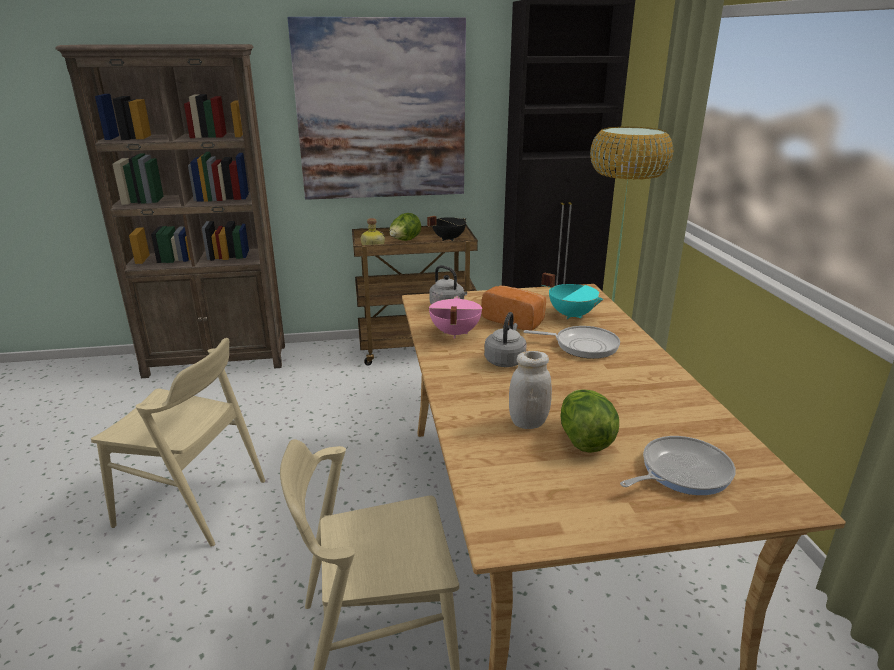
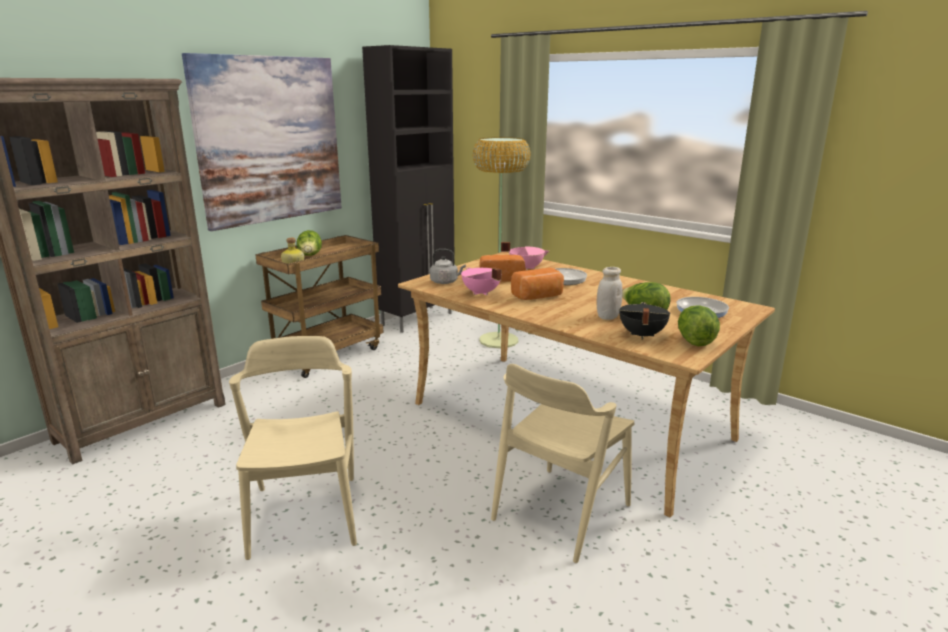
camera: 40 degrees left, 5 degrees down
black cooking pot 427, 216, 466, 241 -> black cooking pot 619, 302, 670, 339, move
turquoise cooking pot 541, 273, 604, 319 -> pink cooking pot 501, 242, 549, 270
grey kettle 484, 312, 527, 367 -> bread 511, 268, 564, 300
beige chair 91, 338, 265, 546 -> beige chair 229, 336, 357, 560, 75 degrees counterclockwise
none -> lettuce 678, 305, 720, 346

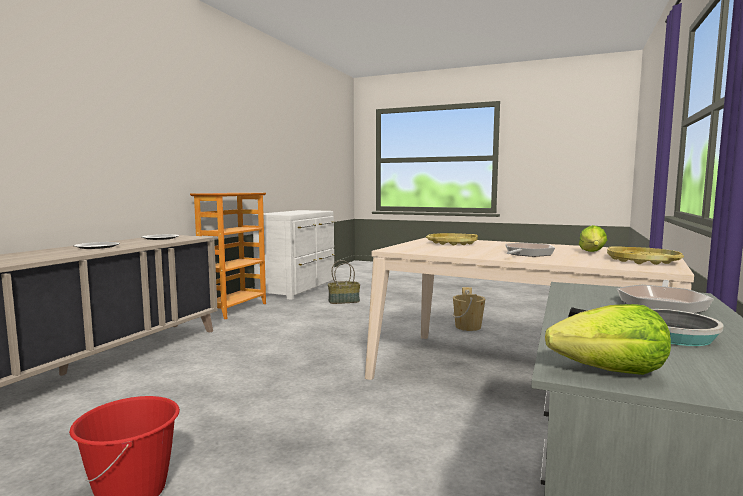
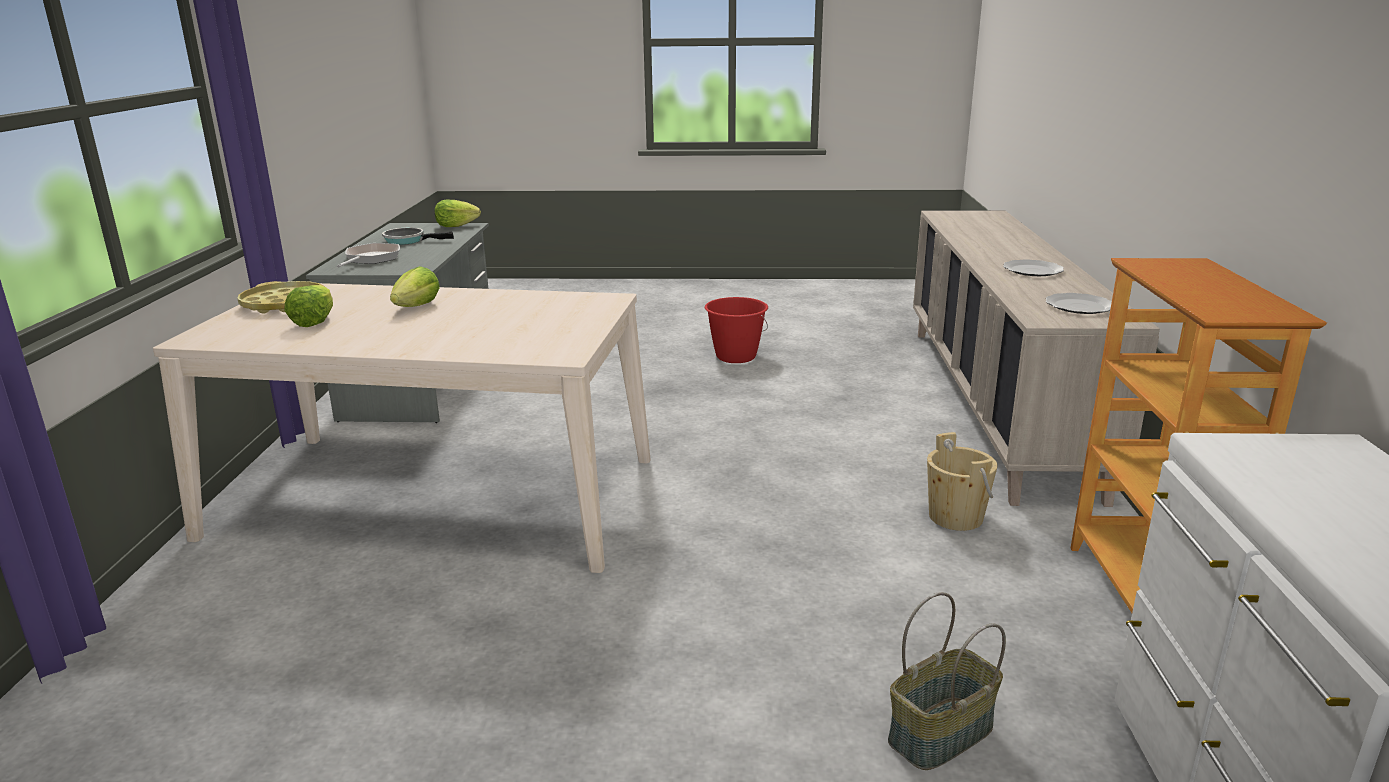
camera: 160 degrees right, 15 degrees up
yellow tray 426, 233, 478, 245 -> none
frying pan 505, 243, 555, 257 -> lettuce 390, 266, 440, 307
beige bucket 453, 287, 485, 331 -> beige bucket 927, 432, 998, 531, move

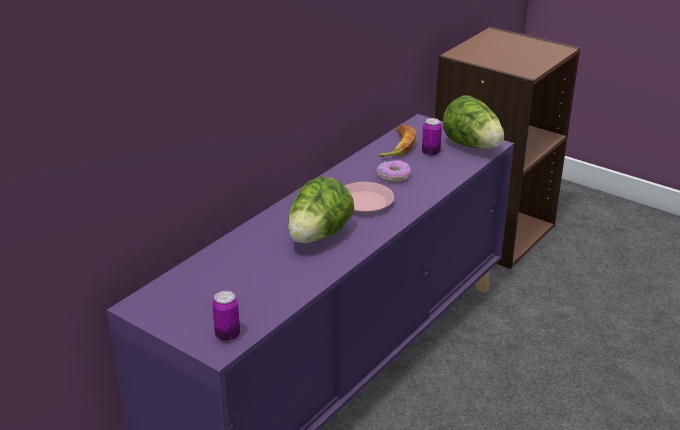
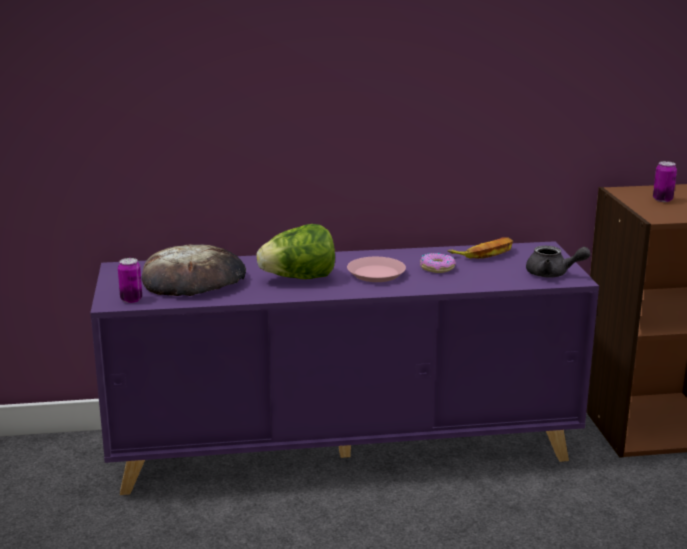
camera: 45 degrees right, 10 degrees down
lettuce 443, 95, 504, 148 -> grey teapot 526, 246, 591, 277
can 422, 118, 442, 156 -> can 653, 161, 677, 202, move
none -> bread 142, 244, 246, 296

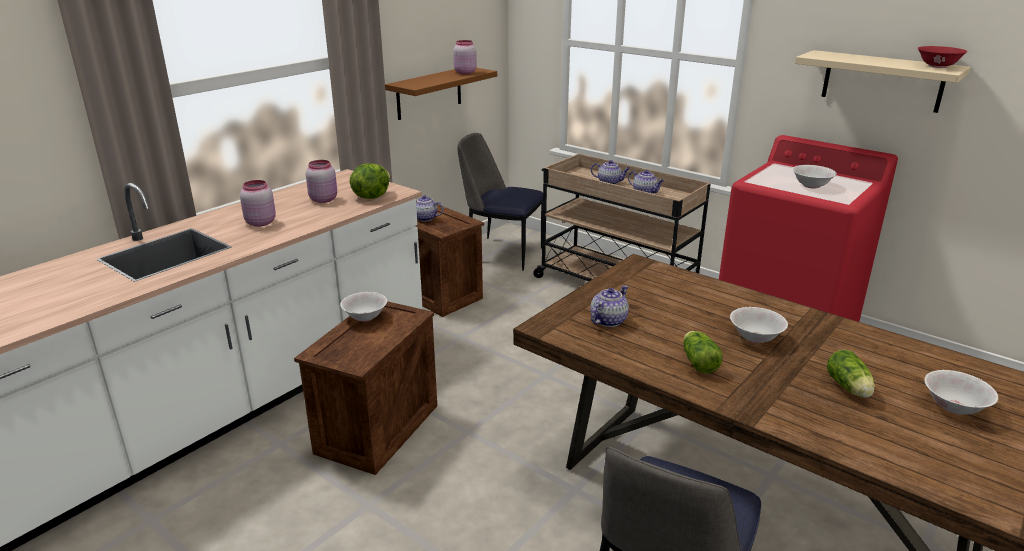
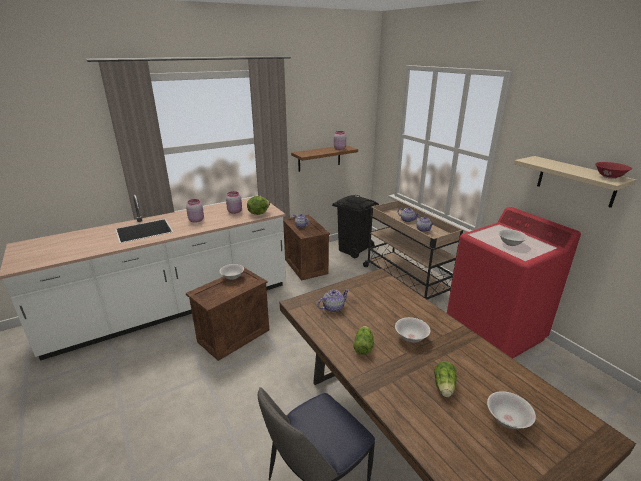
camera: 20 degrees right, 0 degrees up
chair 457, 133, 543, 271 -> black trash can 332, 195, 379, 258

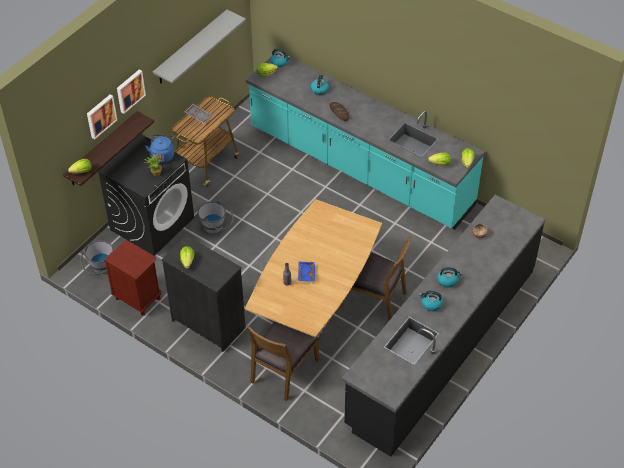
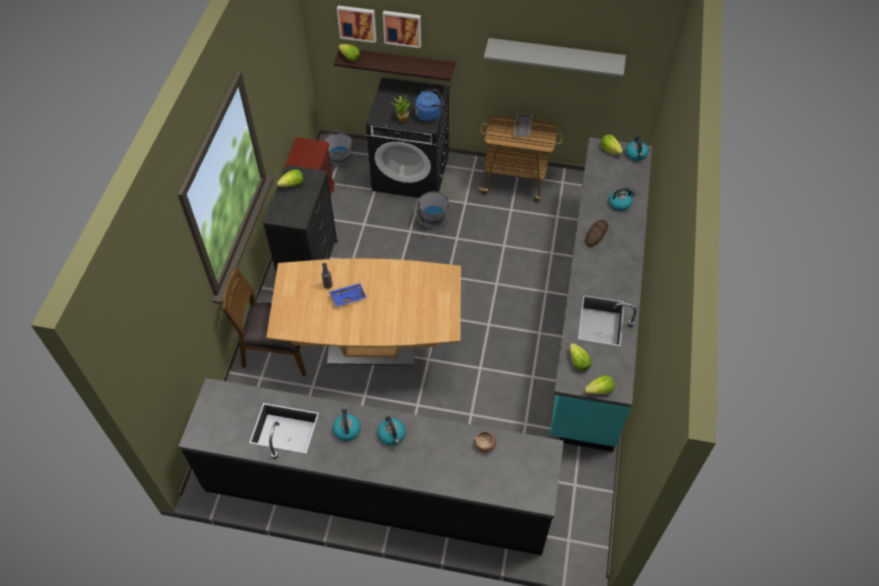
camera: 65 degrees right, 5 degrees up
picture 117, 70, 146, 114 -> picture 337, 5, 377, 43, move
brown chair 340, 236, 411, 320 -> none

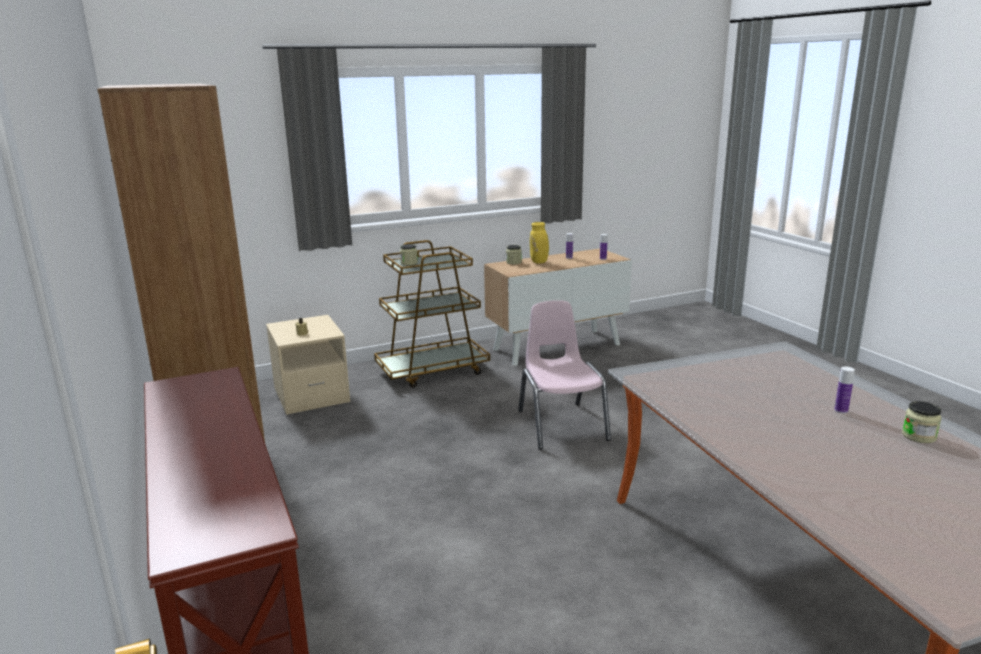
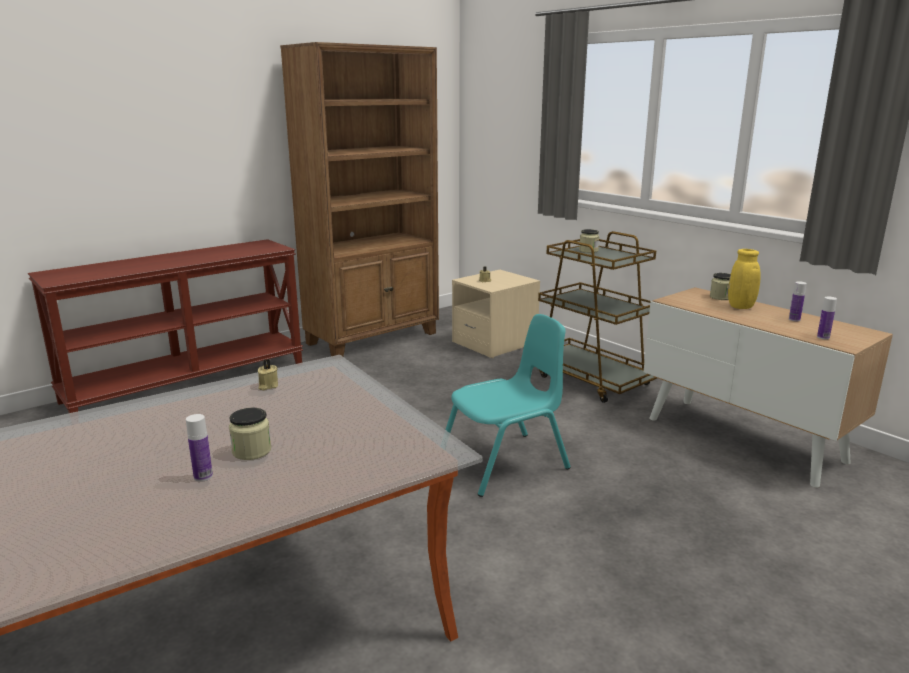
camera: 75 degrees right, 0 degrees up
pink chair 518, 300, 611, 450 -> turquoise chair 445, 314, 571, 497
jar 902, 401, 942, 443 -> jar 229, 408, 271, 460, move
none -> beige candle 258, 359, 278, 390

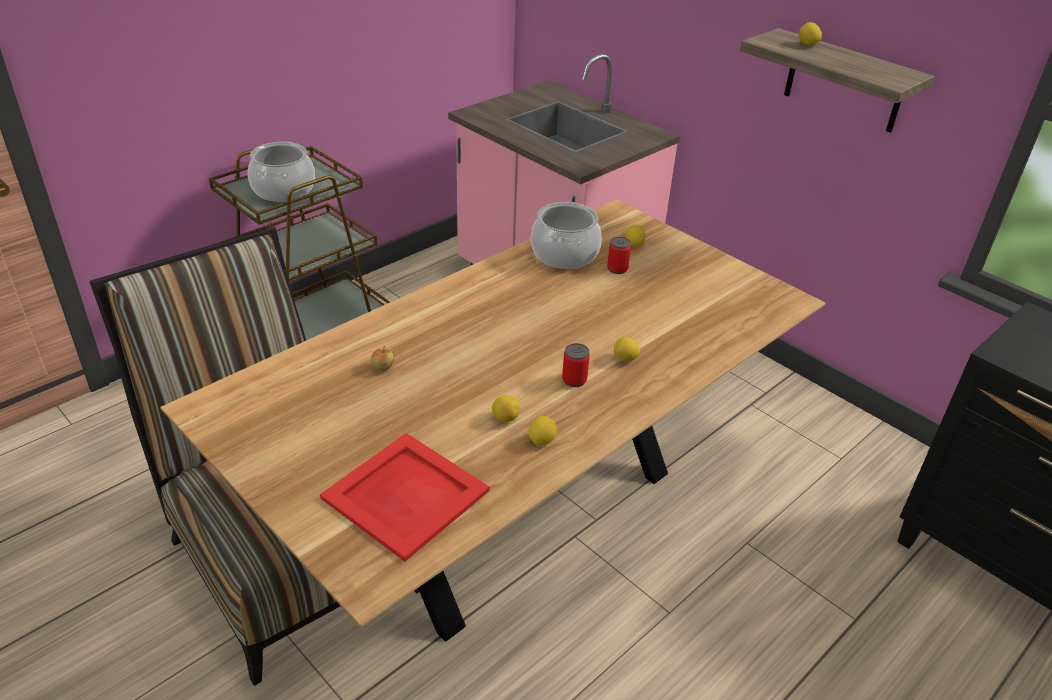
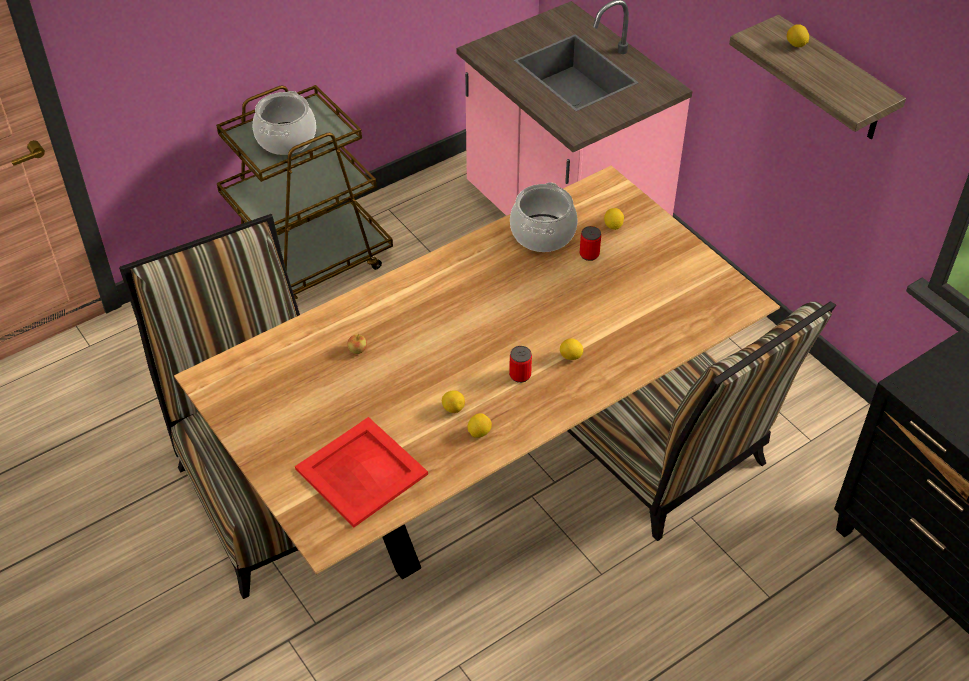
camera: 10 degrees right, 10 degrees up
none -> chair 568, 302, 836, 541

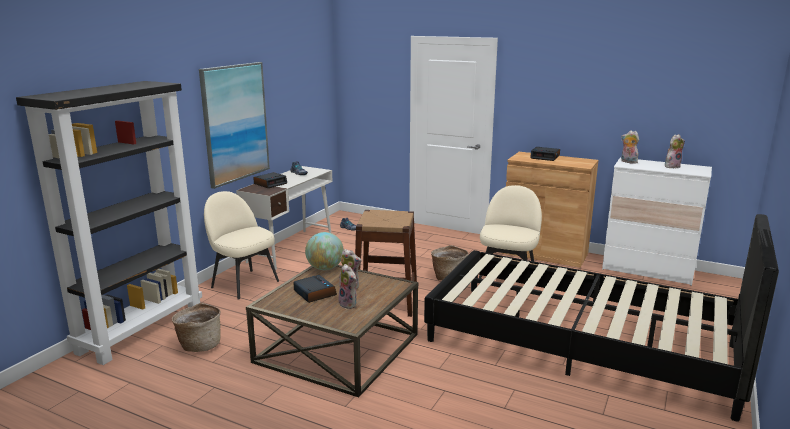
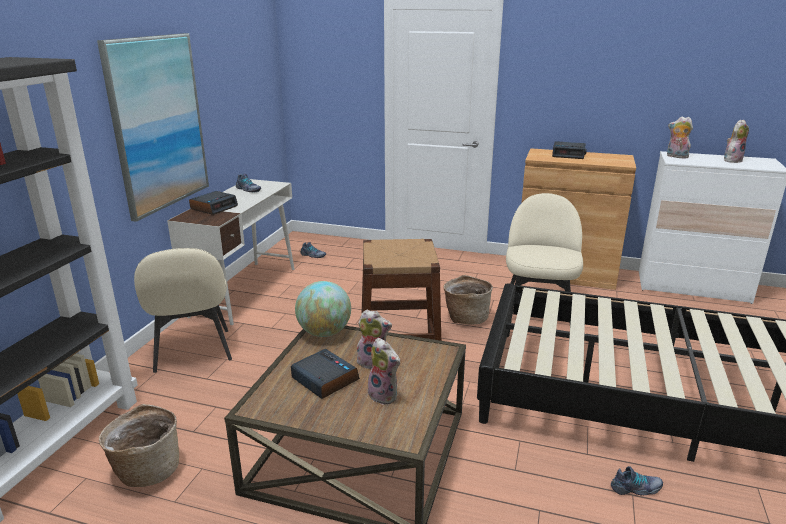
camera: 10 degrees left, 5 degrees up
beige chair 204, 191, 279, 300 -> beige chair 134, 248, 232, 373, 135 degrees counterclockwise
none -> shoe 611, 466, 663, 495

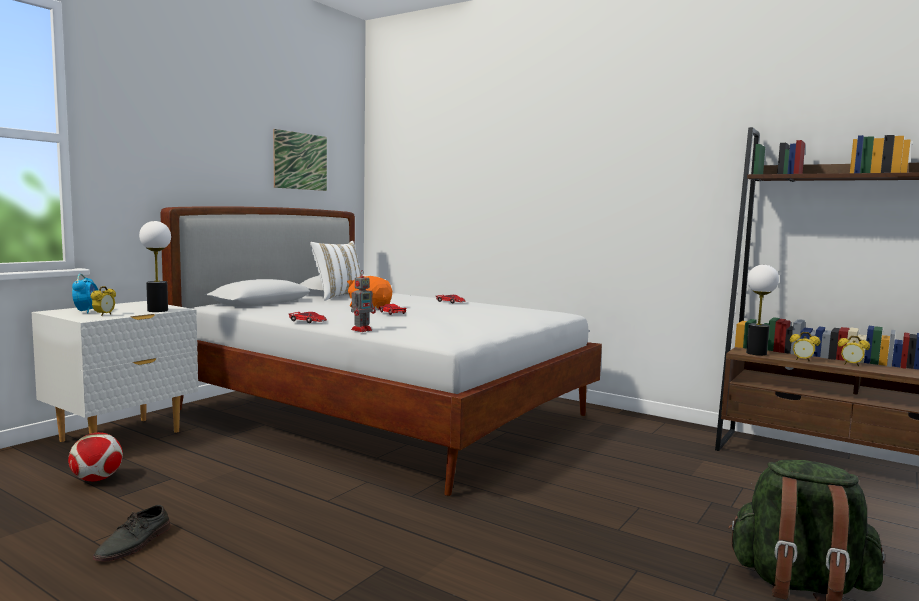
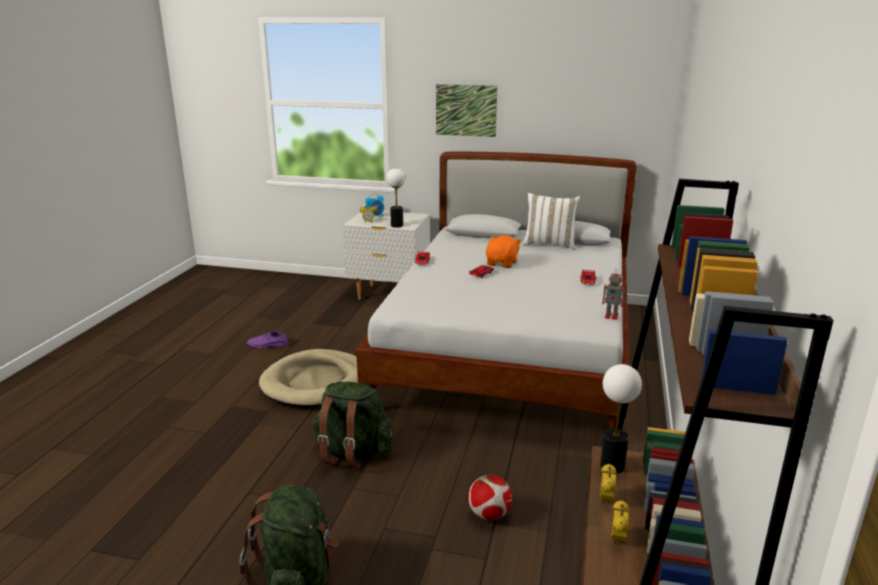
camera: 70 degrees right, 15 degrees up
picture 273, 129, 327, 191 -> picture 436, 84, 497, 137, move
toy robot 351, 270, 376, 332 -> toy robot 602, 273, 626, 320, move
football 68, 432, 123, 482 -> football 468, 475, 512, 520, move
grey shoe 93, 505, 171, 562 -> purple shoe 247, 330, 289, 348
none -> beige dog bed 259, 349, 365, 407
none -> green backpack 313, 382, 394, 468

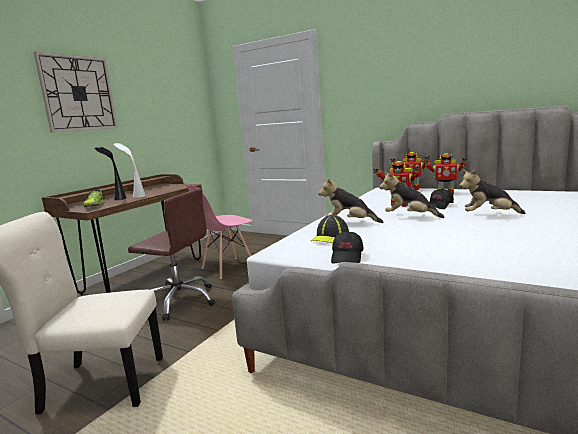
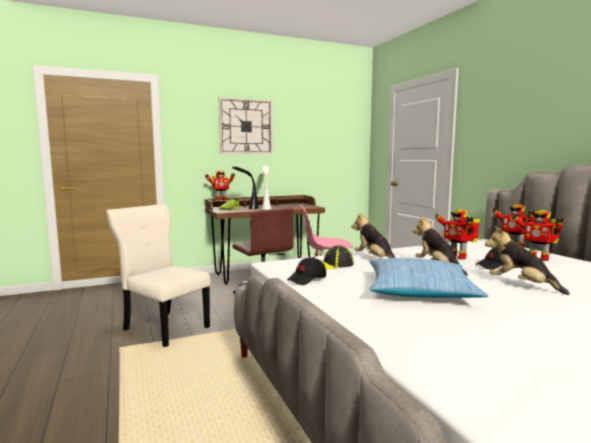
camera: 35 degrees right, 5 degrees down
none -> toy robot 205, 171, 235, 201
none -> pillow 370, 258, 489, 298

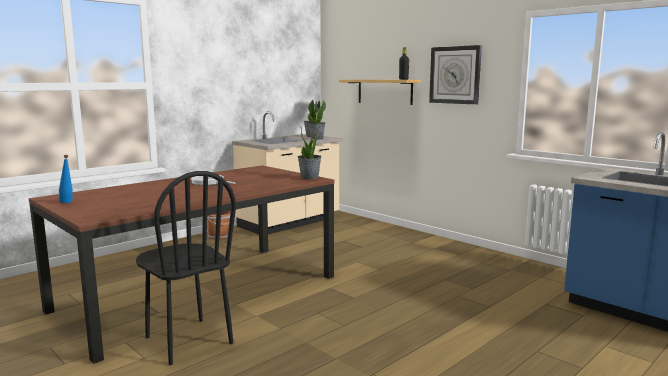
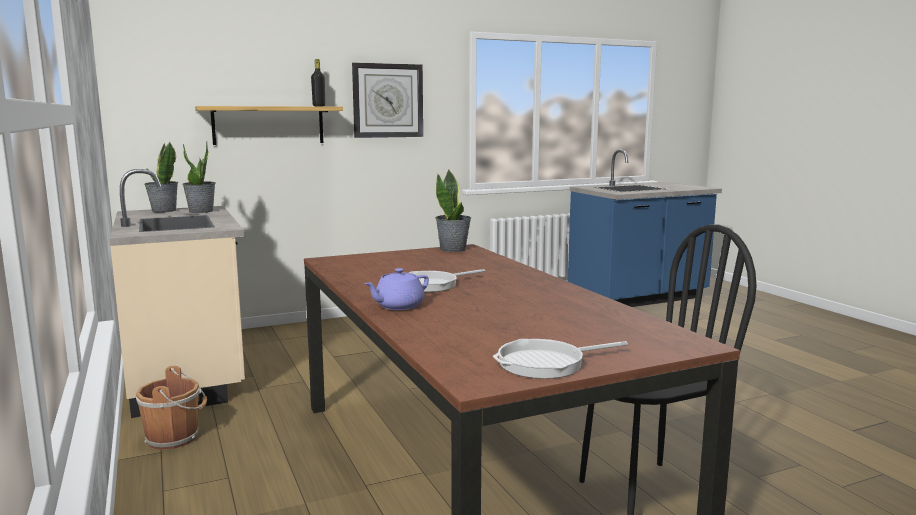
camera: 70 degrees left, 0 degrees up
blue bottle 59, 155, 73, 203 -> frying pan 493, 339, 628, 379
none -> purple teapot 364, 268, 429, 310

